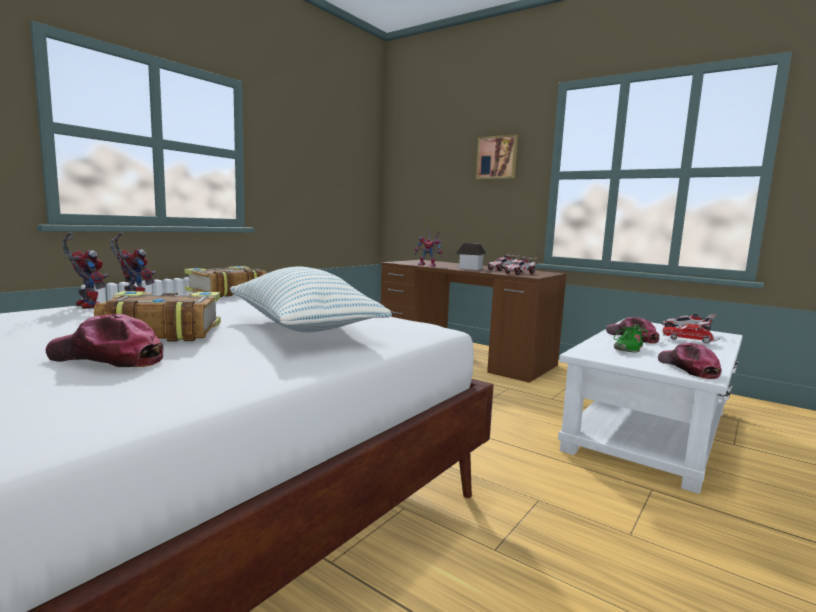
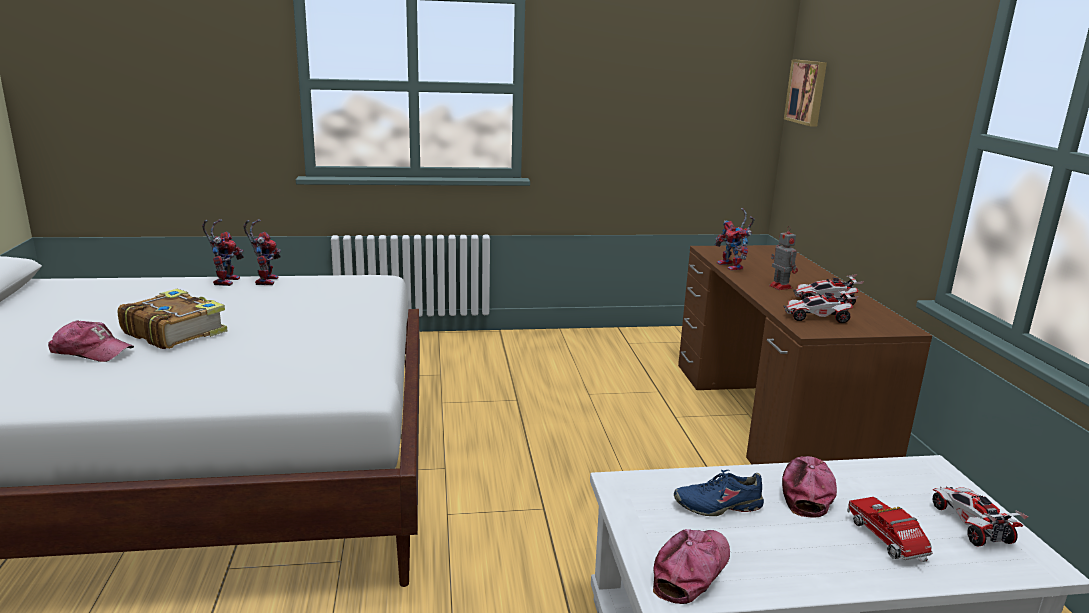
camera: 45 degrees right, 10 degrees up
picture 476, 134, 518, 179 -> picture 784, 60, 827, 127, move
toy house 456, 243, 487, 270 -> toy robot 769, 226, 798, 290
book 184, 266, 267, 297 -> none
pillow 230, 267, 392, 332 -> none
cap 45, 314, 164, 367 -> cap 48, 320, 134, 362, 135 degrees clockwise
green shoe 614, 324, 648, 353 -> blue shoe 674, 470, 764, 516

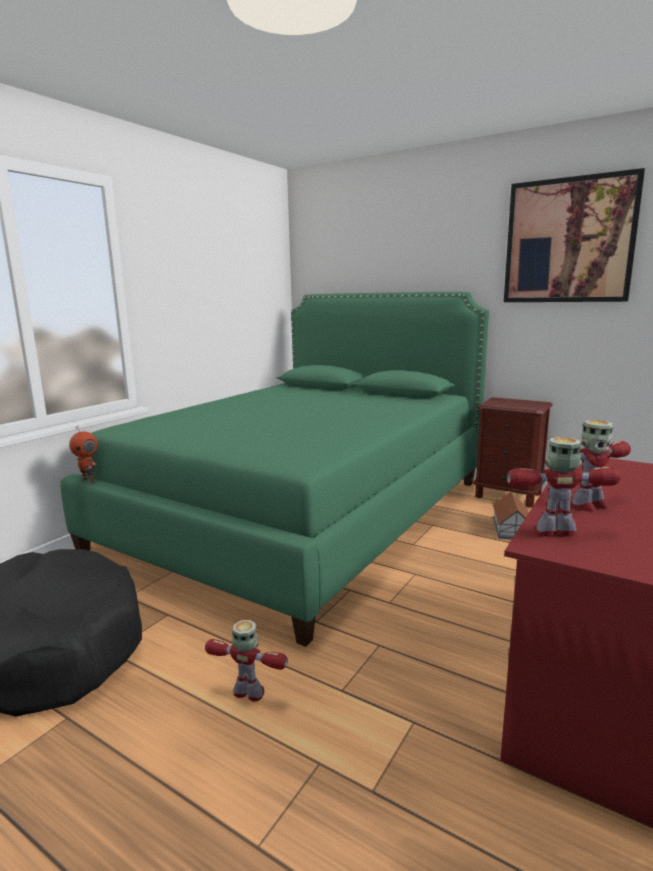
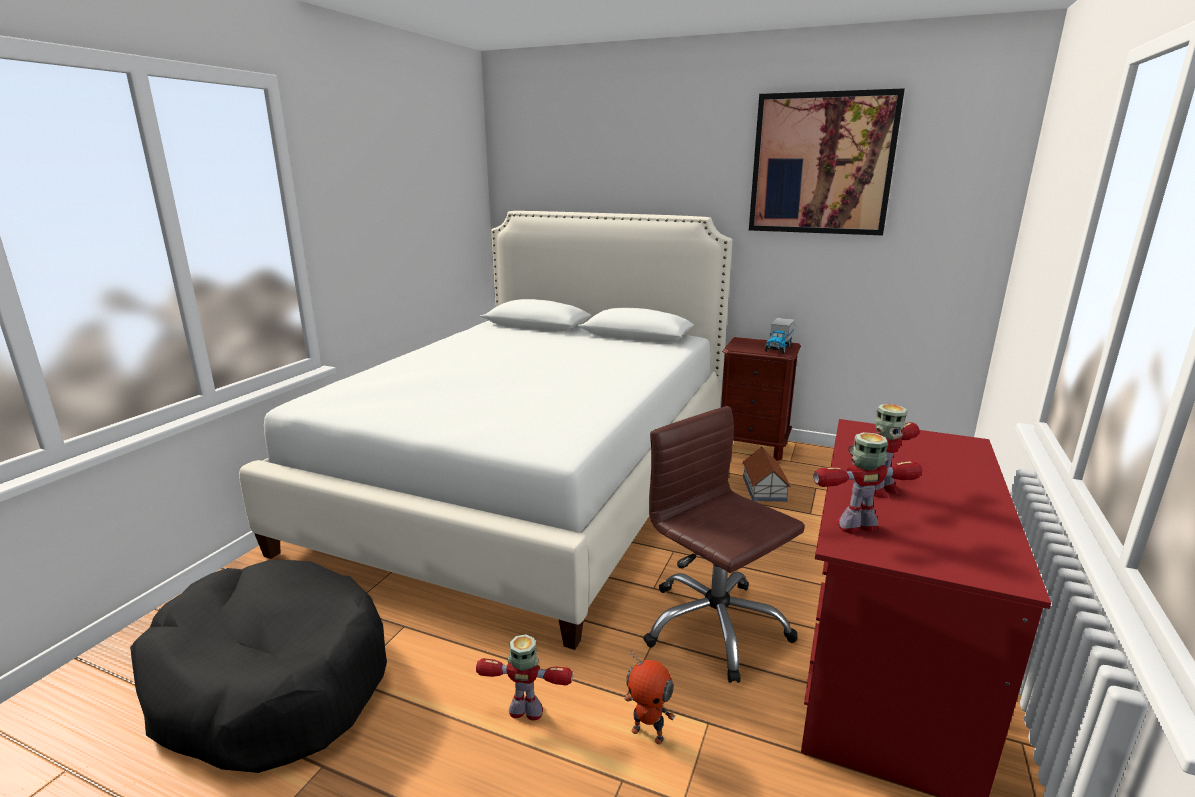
camera: 10 degrees left, 5 degrees up
green bed 60, 292, 489, 647 -> white bed 239, 211, 732, 650
toy robot 69, 426, 98, 484 -> toy robot 624, 649, 675, 744, move
none -> toy truck 765, 318, 795, 354
none -> brown office chair 643, 406, 805, 683

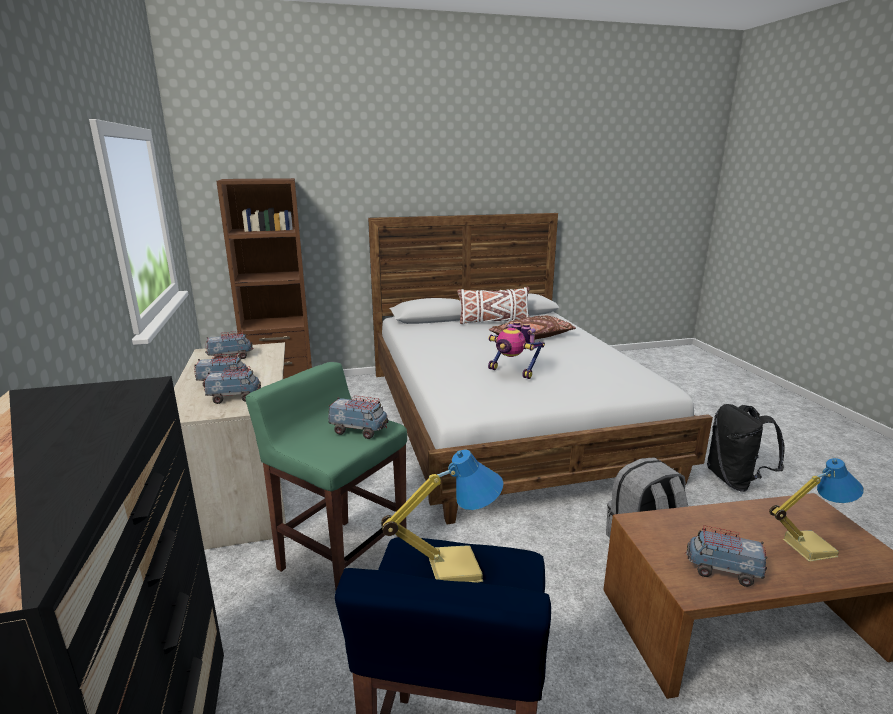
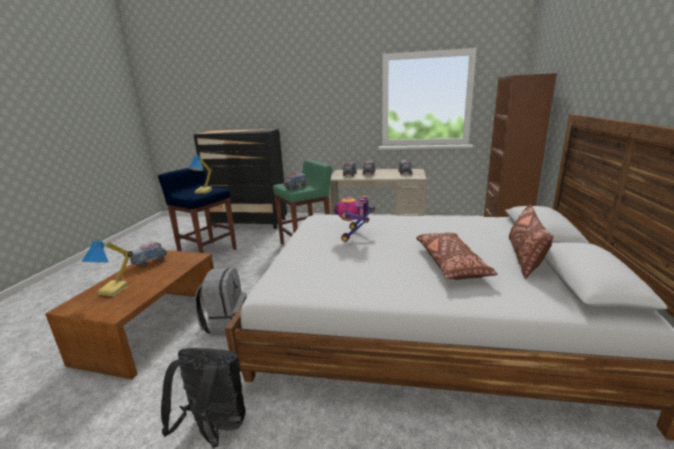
camera: 115 degrees right, 0 degrees up
white pillow 457, 287, 529, 324 -> brown pillow 509, 204, 553, 279
toy robot 488, 322, 545, 379 -> toy robot 334, 196, 375, 242, 45 degrees counterclockwise

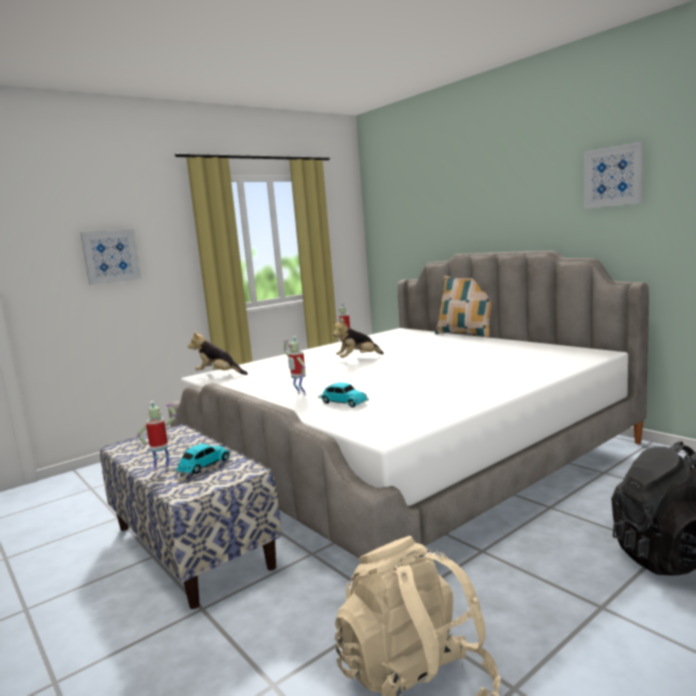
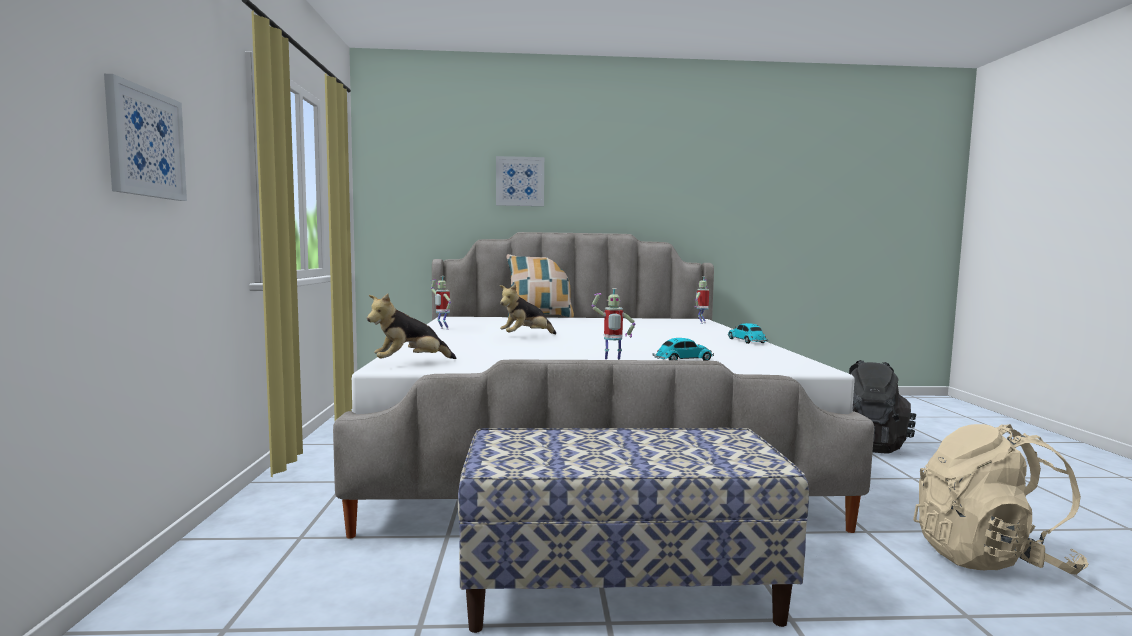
camera: 55 degrees left, 5 degrees down
picture 584, 141, 644, 209 -> picture 496, 156, 544, 206, move
plush toy 332, 319, 384, 358 -> plush toy 500, 284, 556, 334, 45 degrees clockwise
toy robot 137, 401, 177, 471 -> toy robot 694, 277, 709, 324, move
toy car 174, 444, 231, 474 -> toy car 728, 323, 769, 344, move

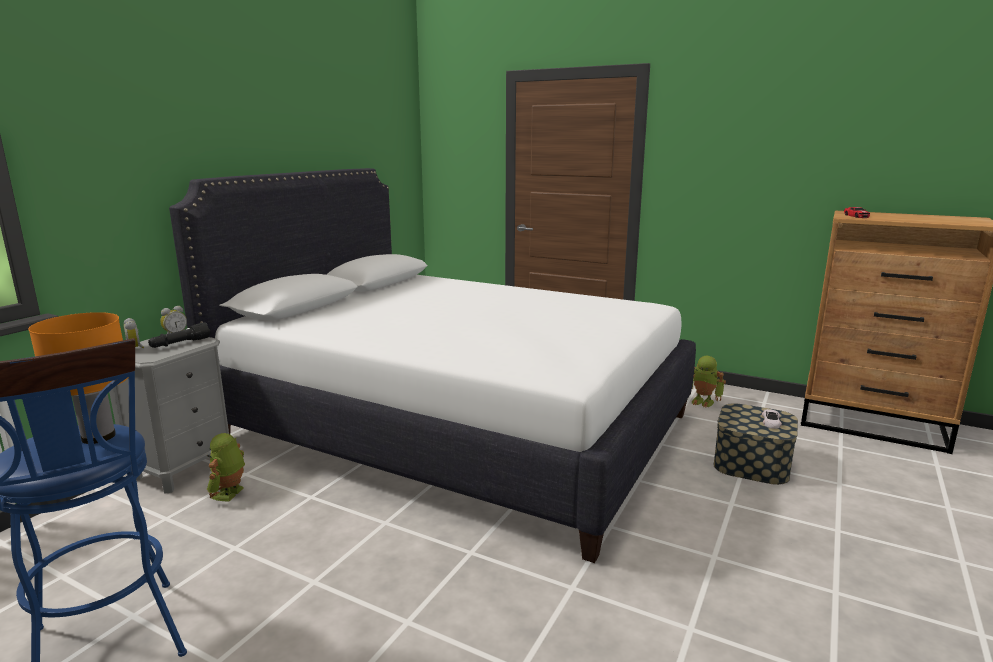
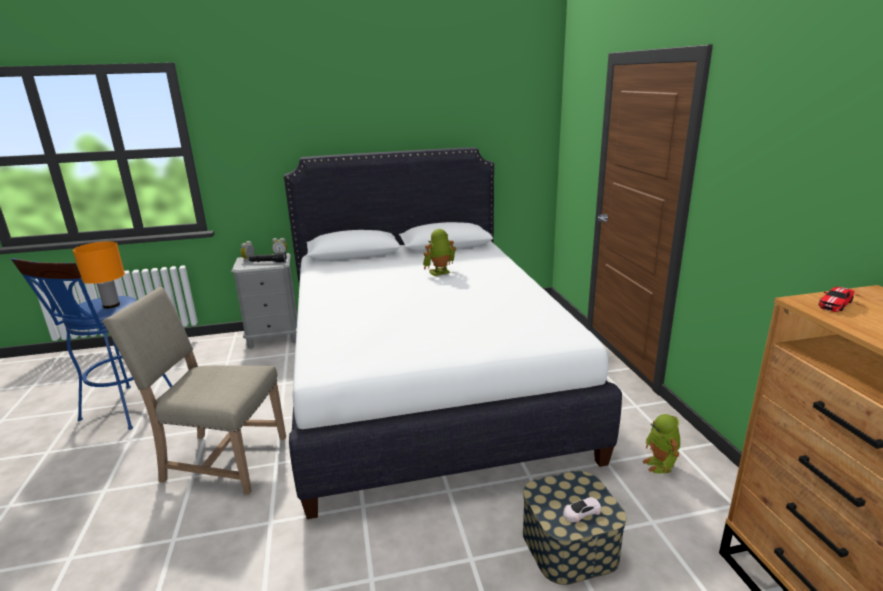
camera: 50 degrees right, 5 degrees up
toy robot 207, 433, 245, 502 -> toy robot 423, 229, 456, 276, move
none -> beige chair 102, 287, 286, 495

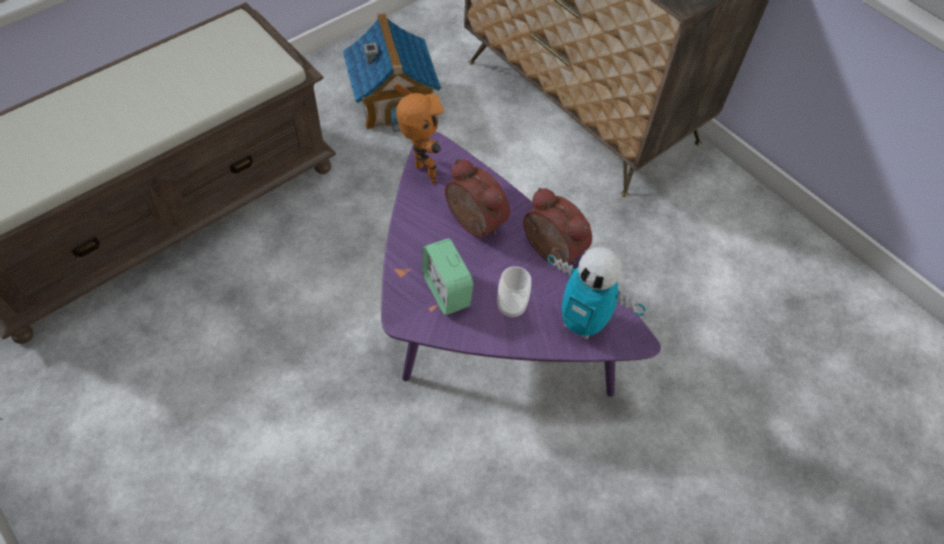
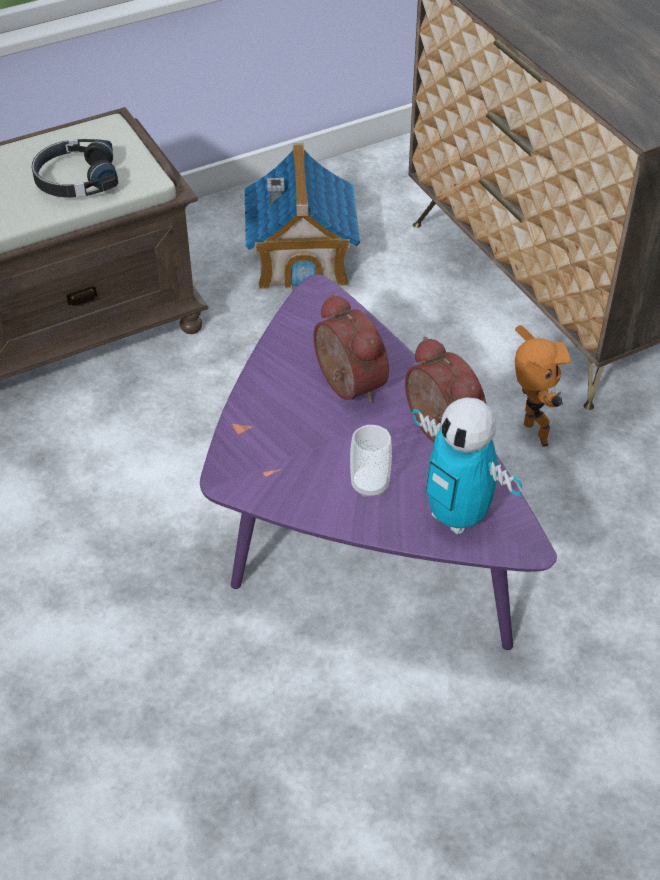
camera: 15 degrees right, 10 degrees down
toy robot 393, 83, 444, 184 -> toy robot 515, 325, 571, 447, move
alarm clock 422, 238, 473, 315 -> none
none -> black headphones 32, 139, 118, 198

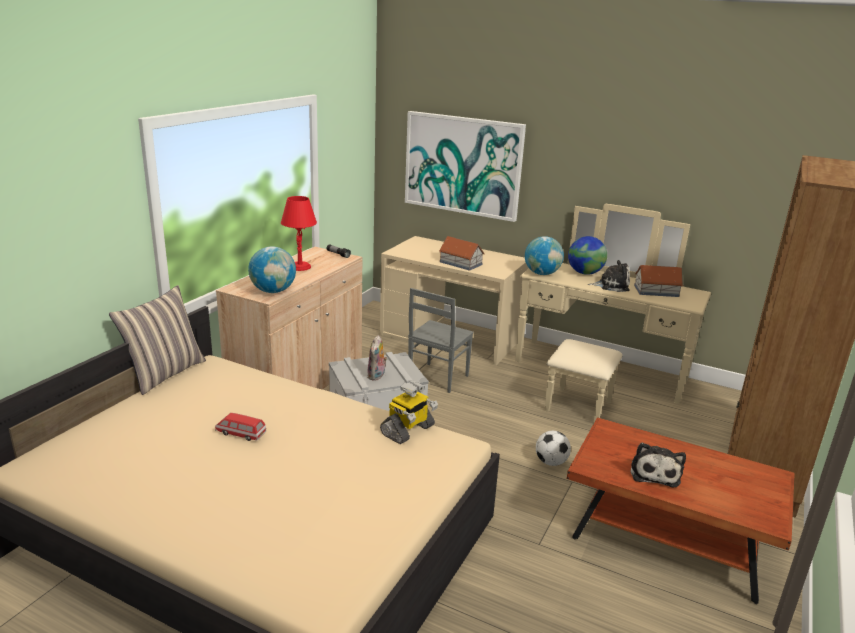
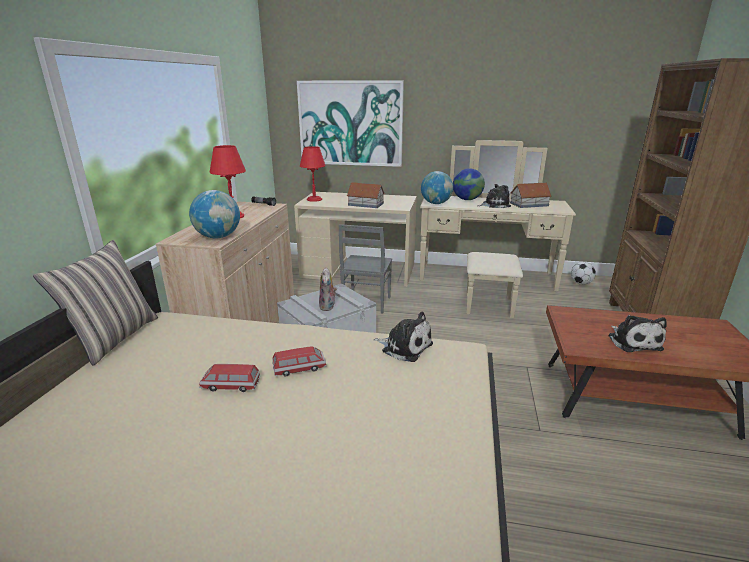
camera: 15 degrees left, 0 degrees up
toy robot 380, 380, 438, 444 -> plush toy 373, 312, 433, 362
football 536, 431, 571, 466 -> football 571, 262, 596, 285, move
none -> red table lamp 300, 146, 326, 202
none -> toy car 272, 346, 327, 376

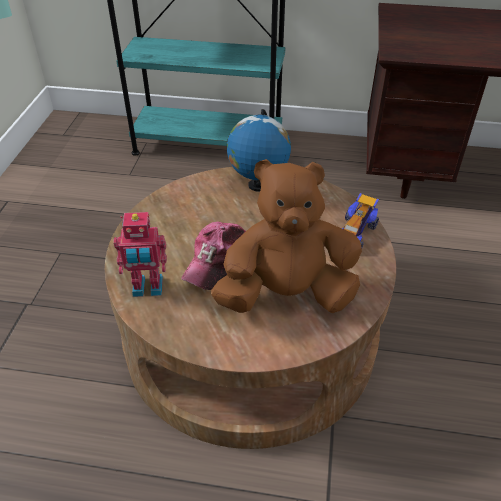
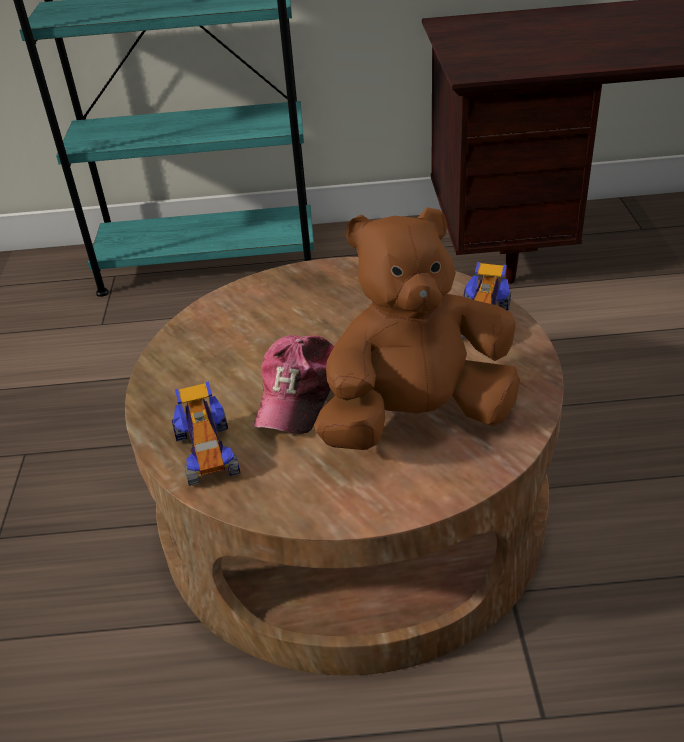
camera: 10 degrees left, 5 degrees down
globe 227, 109, 291, 192 -> none
toy robot 113, 212, 167, 297 -> toy car 172, 381, 240, 486

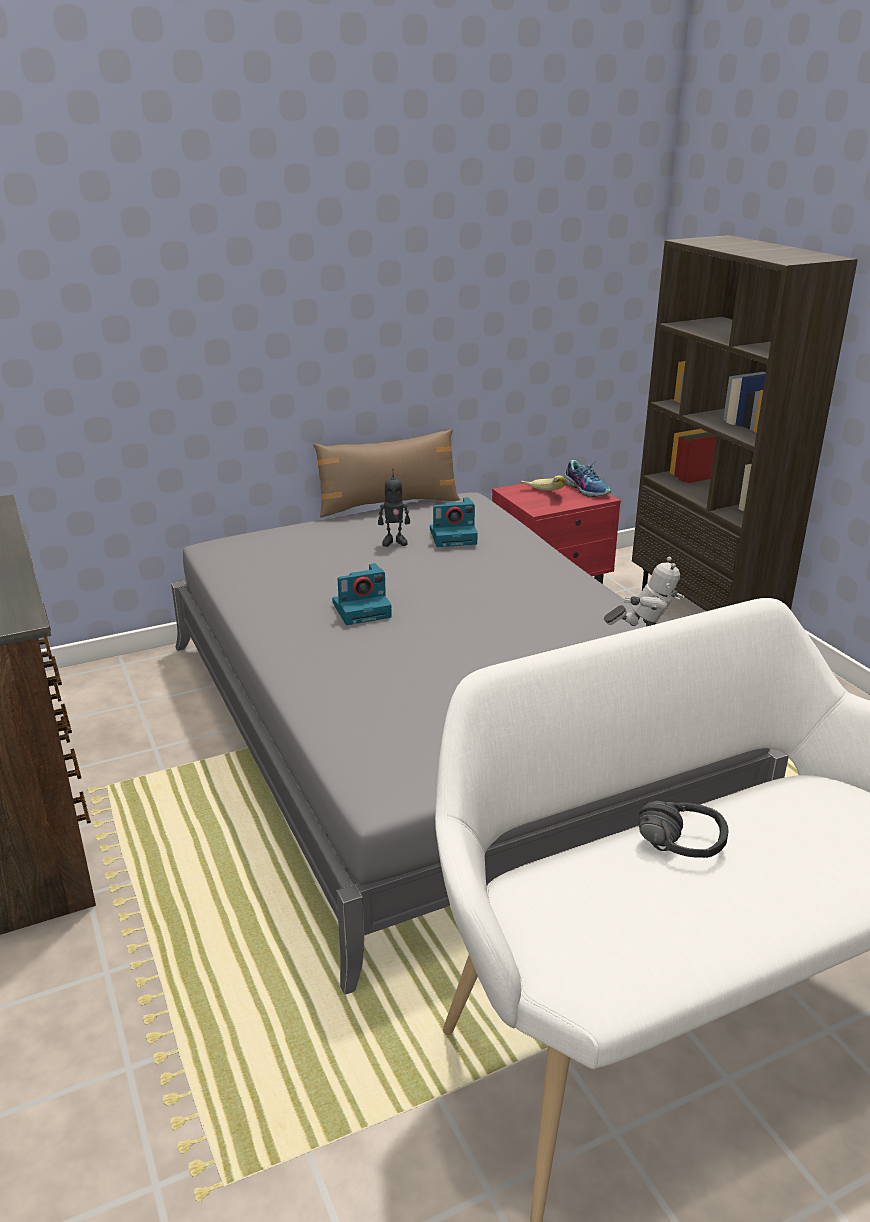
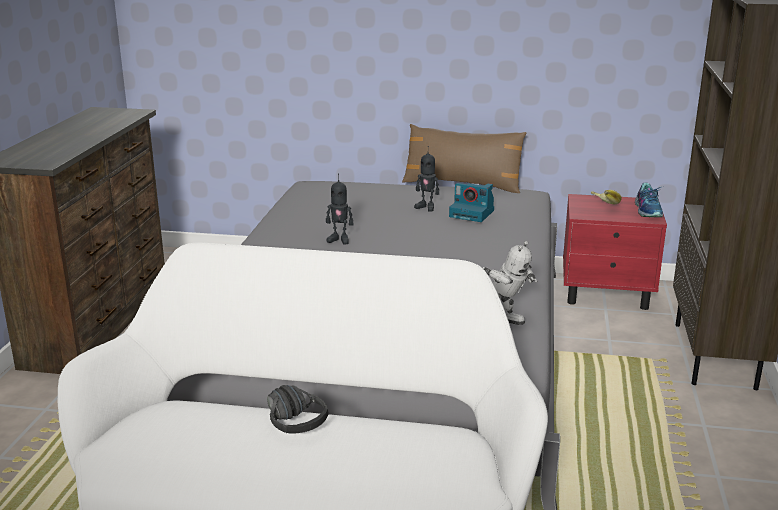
camera: 35 degrees right, 5 degrees down
photo camera 332, 563, 392, 625 -> toy robot 326, 173, 353, 244

